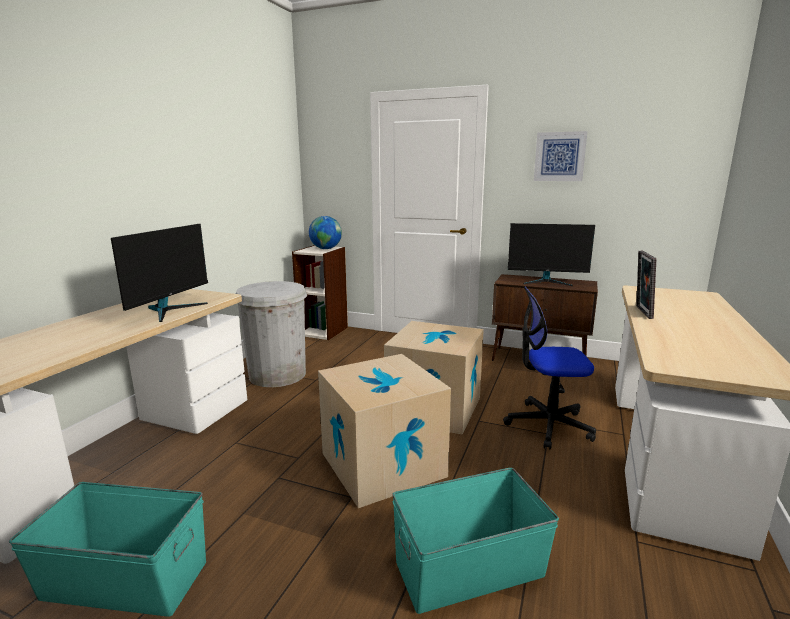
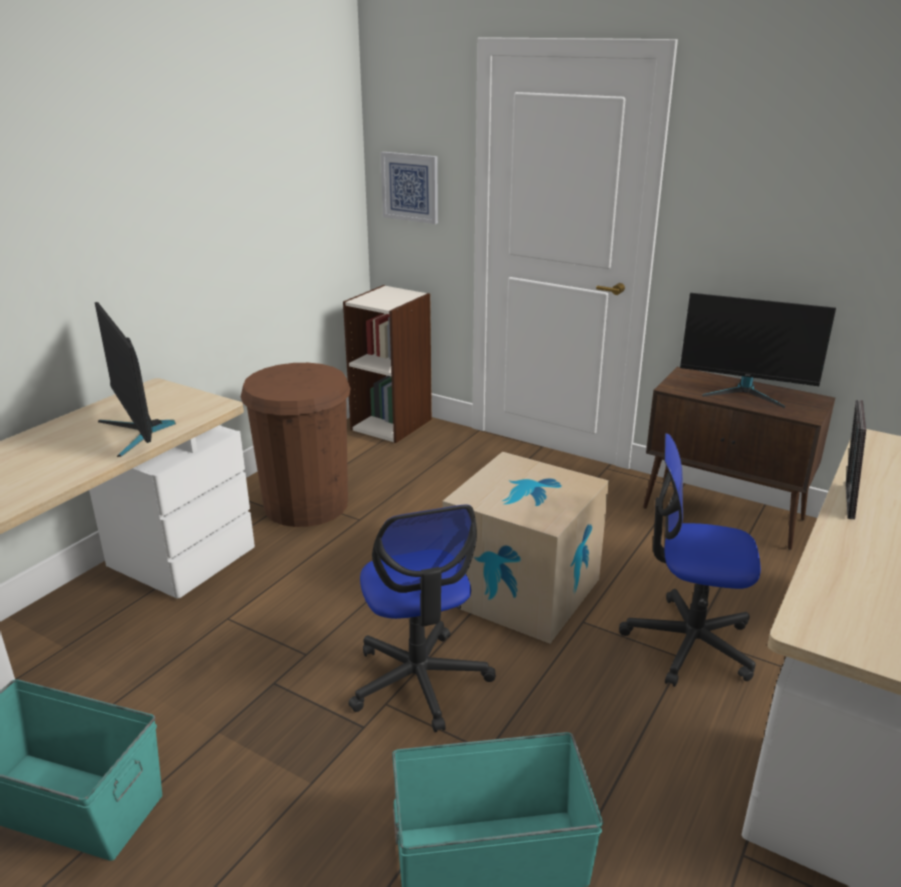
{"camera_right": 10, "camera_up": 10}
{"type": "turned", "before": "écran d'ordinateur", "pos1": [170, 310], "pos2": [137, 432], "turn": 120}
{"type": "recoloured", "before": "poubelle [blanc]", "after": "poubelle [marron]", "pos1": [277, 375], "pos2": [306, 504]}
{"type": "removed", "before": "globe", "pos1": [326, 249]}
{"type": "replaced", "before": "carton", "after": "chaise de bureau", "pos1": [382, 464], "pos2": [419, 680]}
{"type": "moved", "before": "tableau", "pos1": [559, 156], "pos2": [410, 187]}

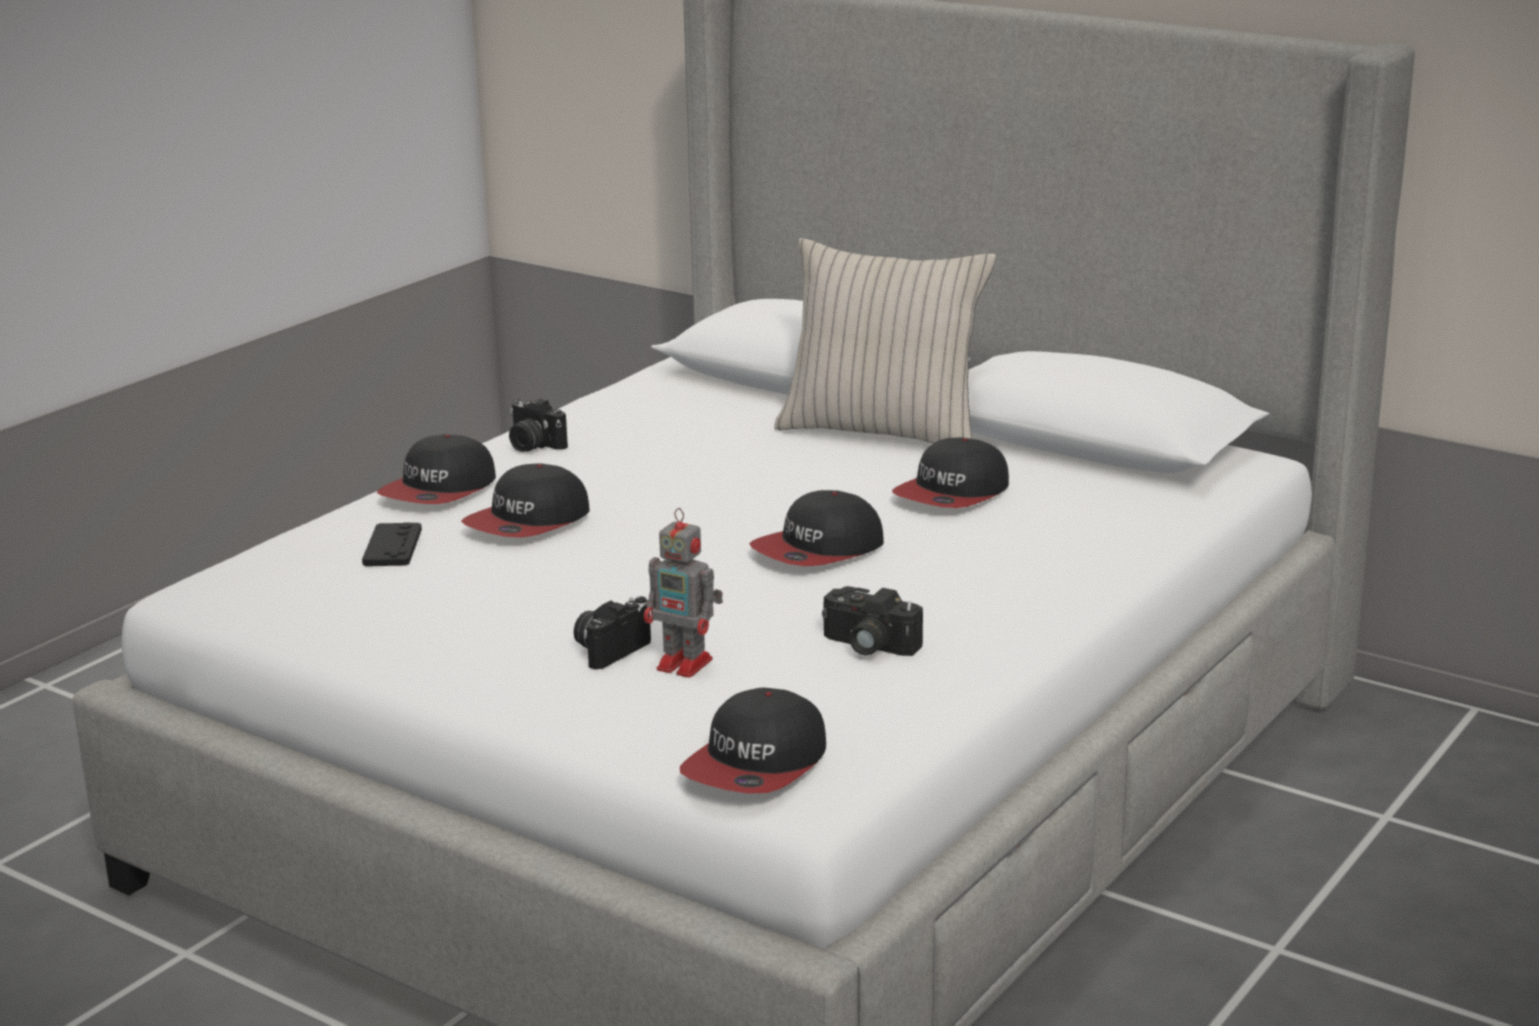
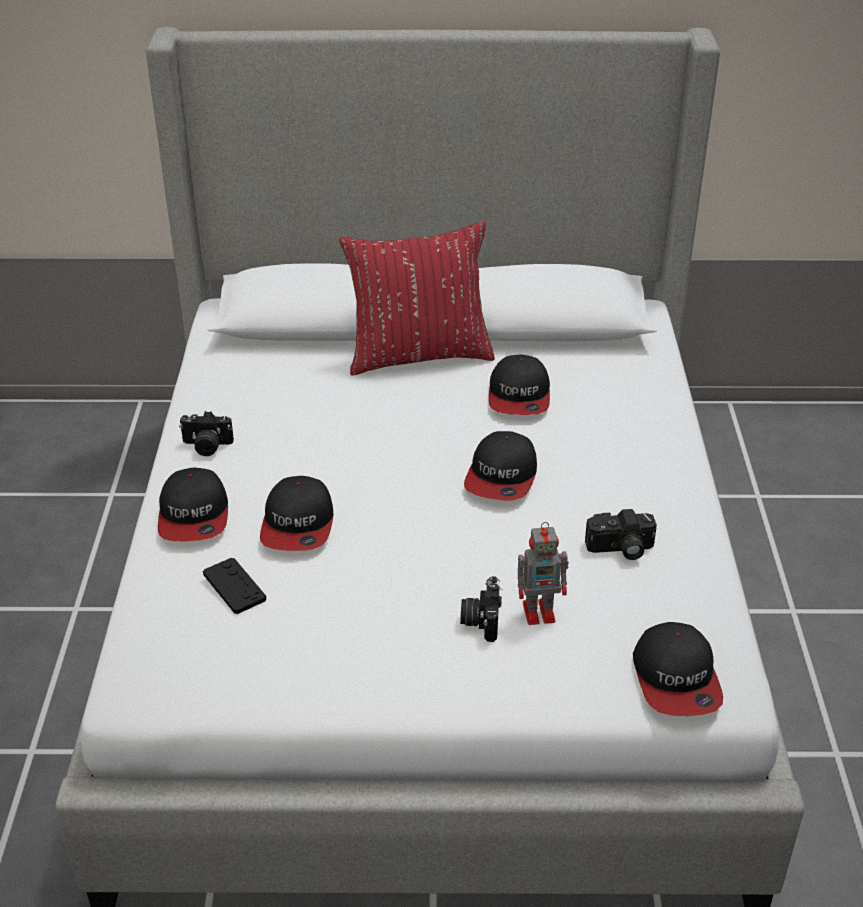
{"camera_right": -35, "camera_up": 15}
{"type": "recoloured", "before": "coussin [beige]", "after": "coussin [rouge]", "pos1": [883, 433], "pos2": [418, 355]}

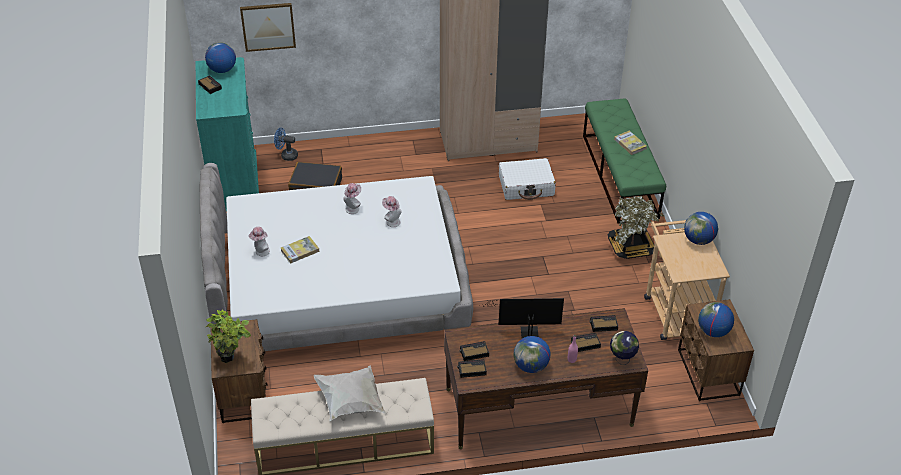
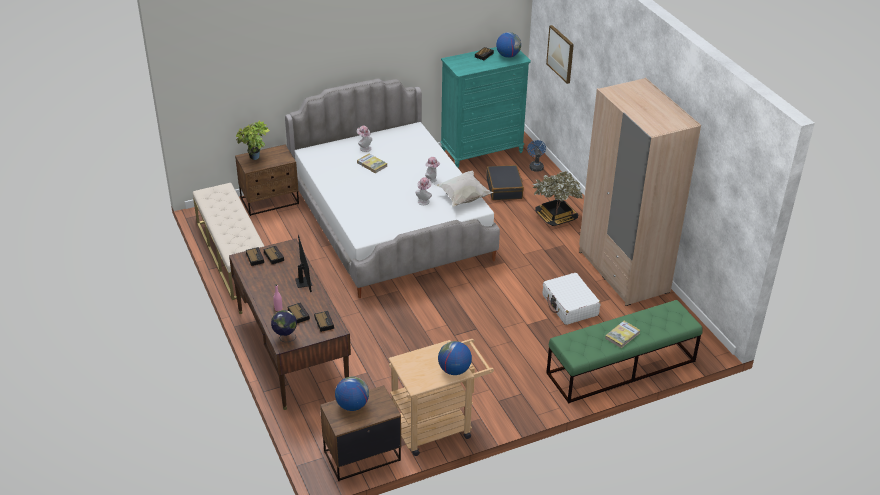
{"camera_right": 75, "camera_up": -5}
{"type": "moved", "before": "coussin [blanc]", "pos1": [351, 403], "pos2": [463, 198]}
{"type": "removed", "before": "globe", "pos1": [531, 366]}
{"type": "moved", "before": "plante en pot", "pos1": [631, 247], "pos2": [556, 217]}

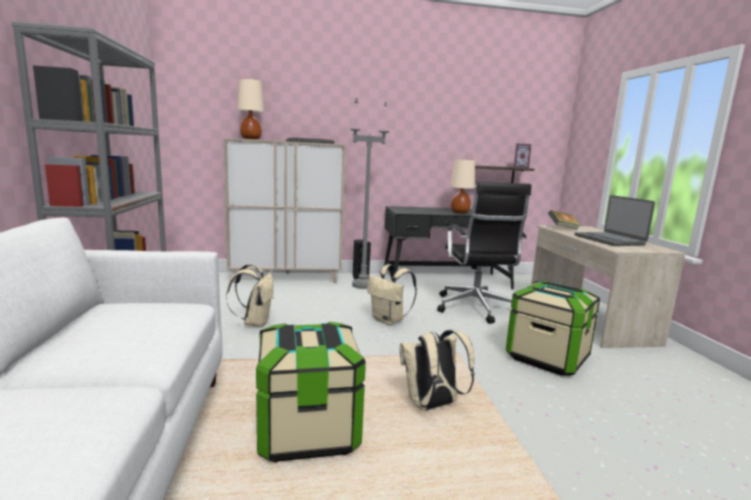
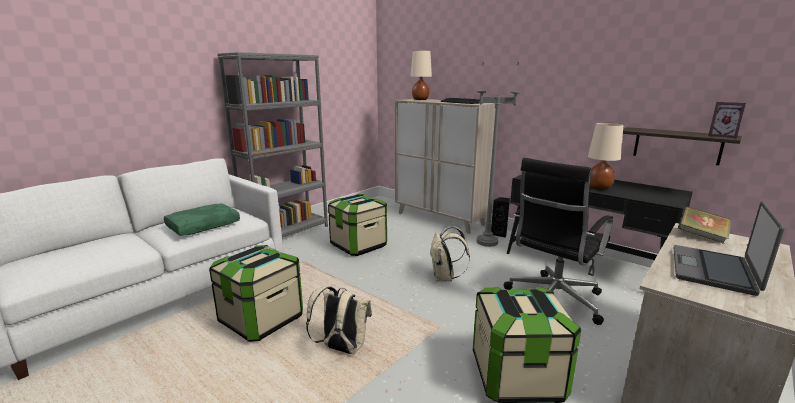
{"camera_right": 50, "camera_up": 5}
{"type": "replaced", "before": "sac à dos [beige]", "after": "boîte de rangement", "pos1": [255, 323], "pos2": [358, 245]}
{"type": "added", "after": "coussin [vert]", "pos2": [203, 226]}

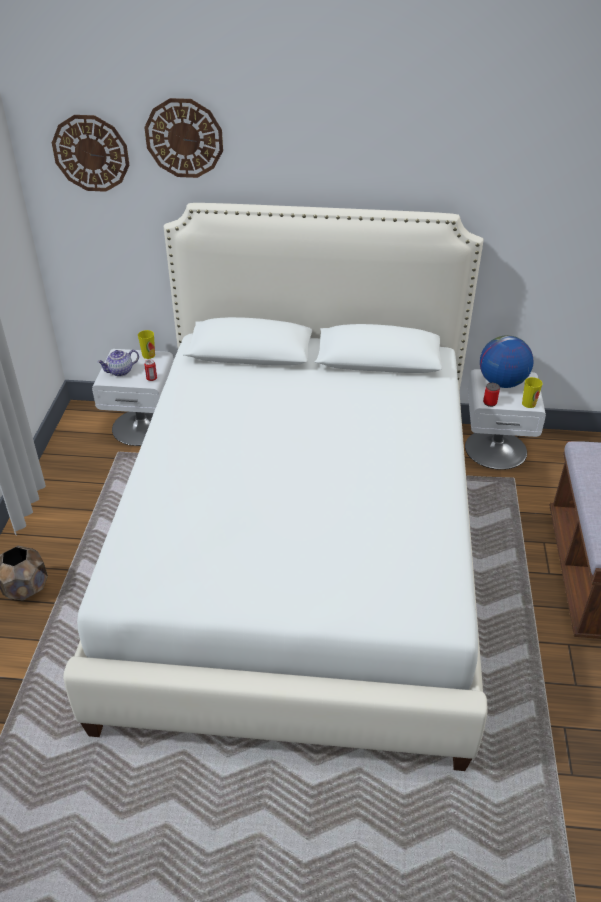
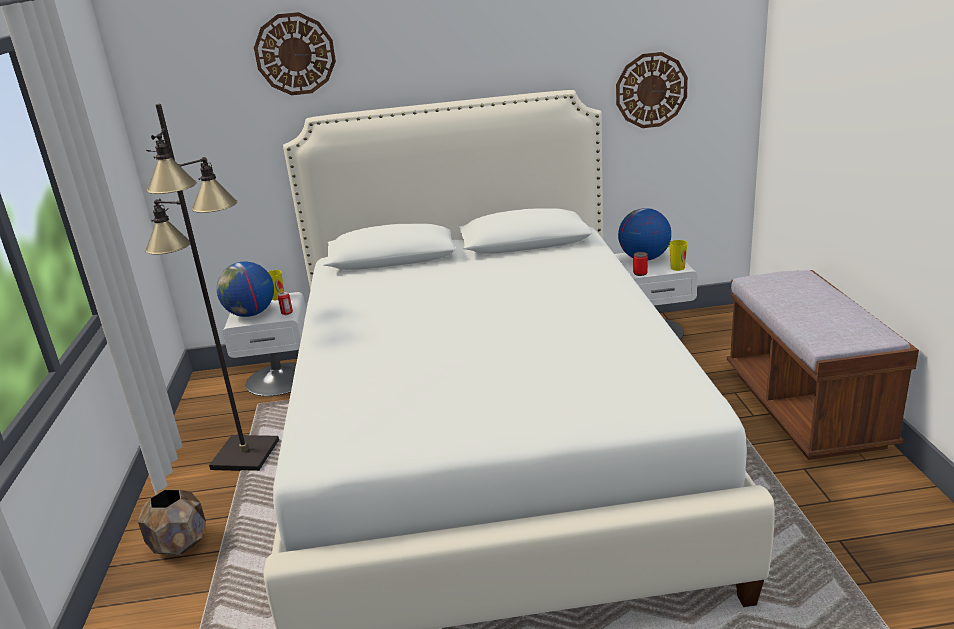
{"camera_right": -10, "camera_up": -15}
{"type": "moved", "before": "horloge murale", "pos1": [91, 153], "pos2": [651, 90]}
{"type": "replaced", "before": "théière", "after": "globe", "pos1": [120, 372], "pos2": [251, 314]}
{"type": "added", "after": "lampadaire [noir]", "pos2": [244, 455]}

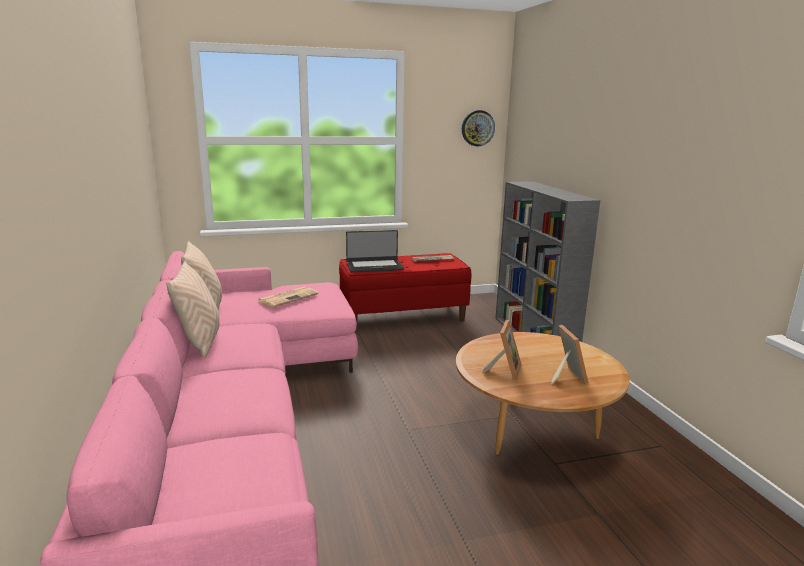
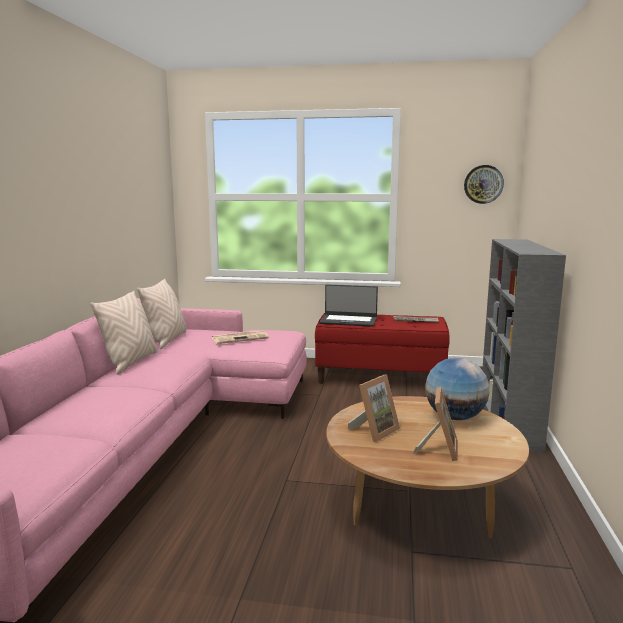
{"camera_right": 25, "camera_up": -5}
{"type": "added", "after": "globe", "pos2": [454, 417]}

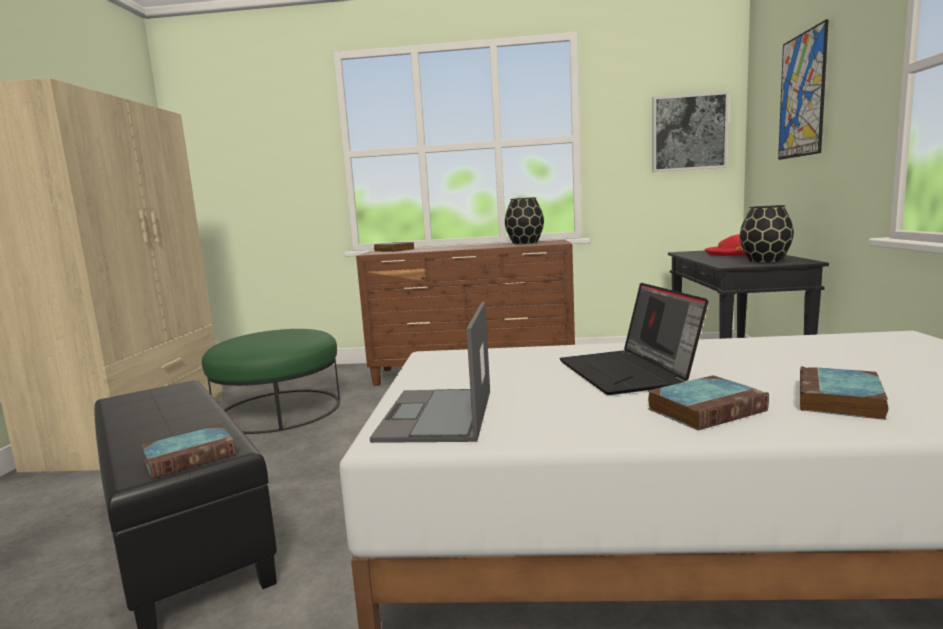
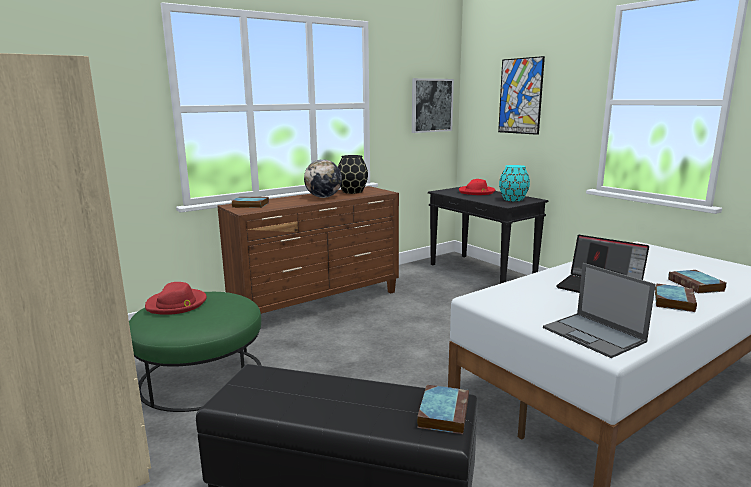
{"camera_right": -40, "camera_up": 5}
{"type": "recoloured", "before": "vase [noir]", "after": "vase [turquoise]", "pos1": [764, 260], "pos2": [512, 199]}
{"type": "added", "after": "chapeau [rouge]", "pos2": [177, 304]}
{"type": "added", "after": "globe", "pos2": [323, 197]}

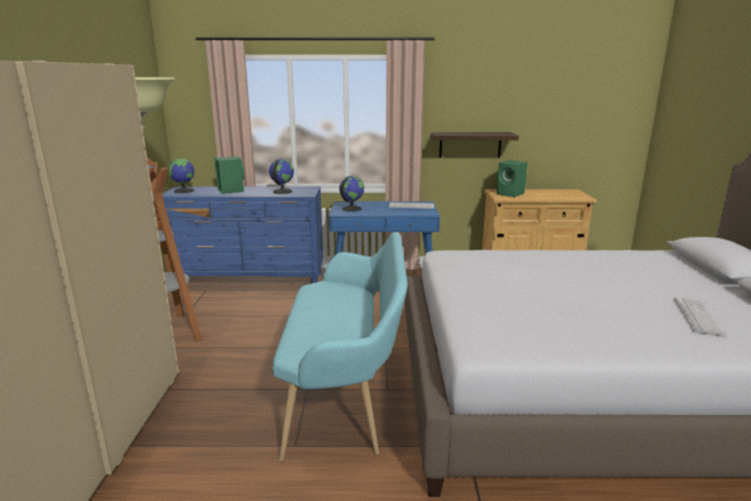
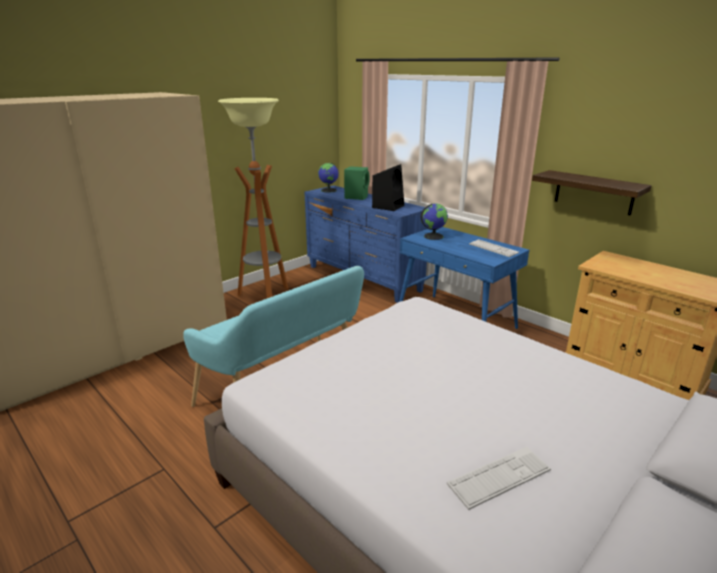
{"camera_right": 45, "camera_up": 5}
{"type": "replaced", "before": "globe", "after": "enceinte [noir]", "pos1": [282, 191], "pos2": [388, 206]}
{"type": "removed", "before": "enceinte [vert]", "pos1": [511, 194]}

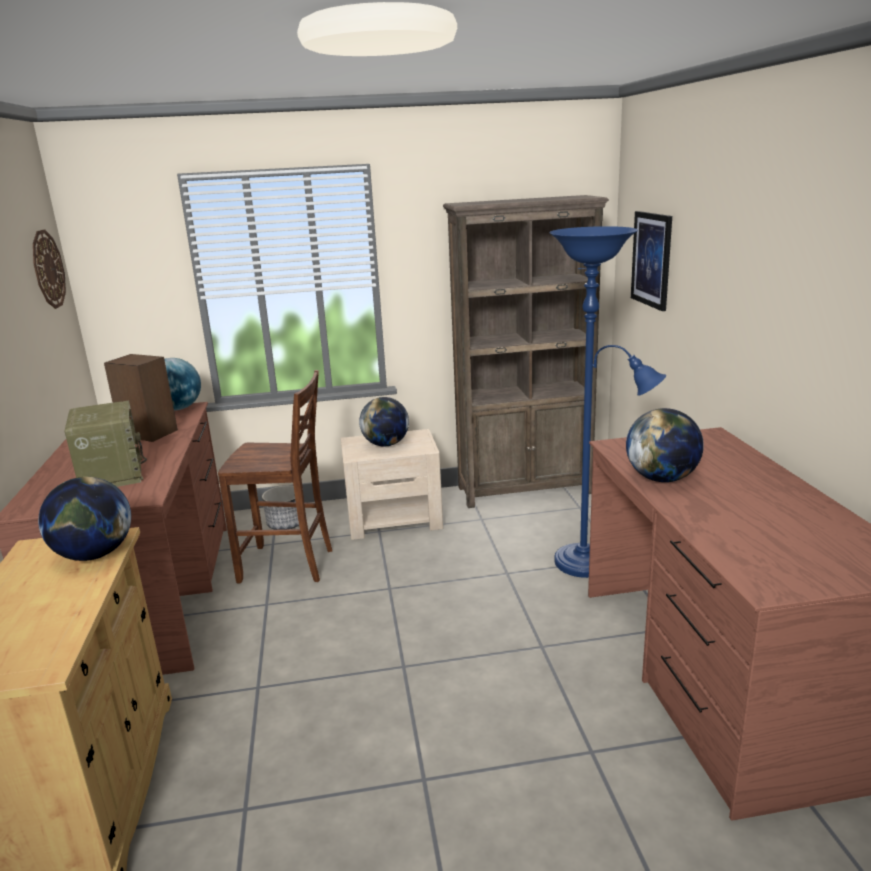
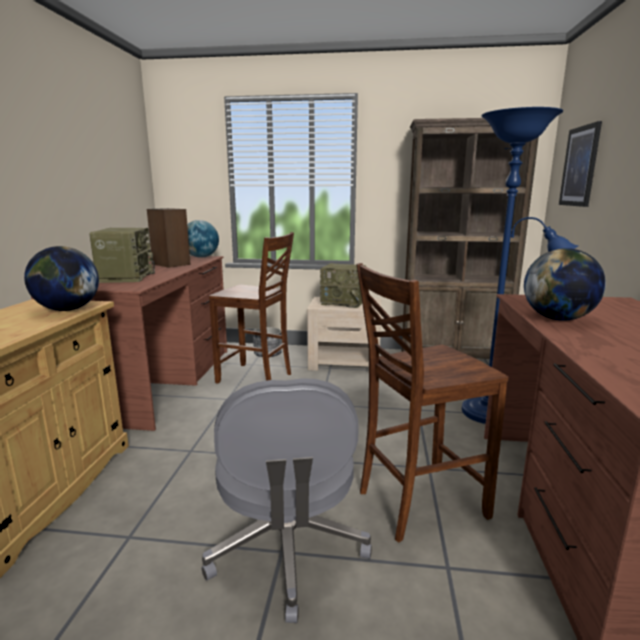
{"camera_right": 15, "camera_up": -5}
{"type": "removed", "before": "horloge murale", "pos1": [48, 269]}
{"type": "replaced", "before": "globe", "after": "radio", "pos1": [386, 444], "pos2": [344, 302]}
{"type": "added", "after": "chaise de bureau [gris]", "pos2": [287, 549]}
{"type": "added", "after": "chaise [marron]", "pos2": [418, 503]}

